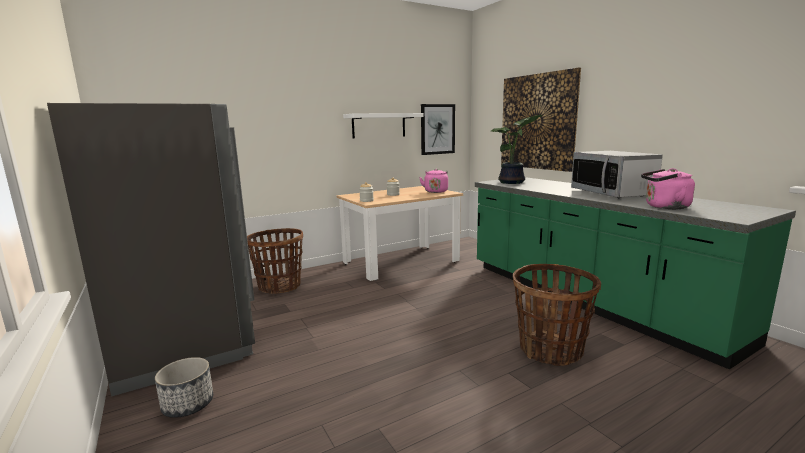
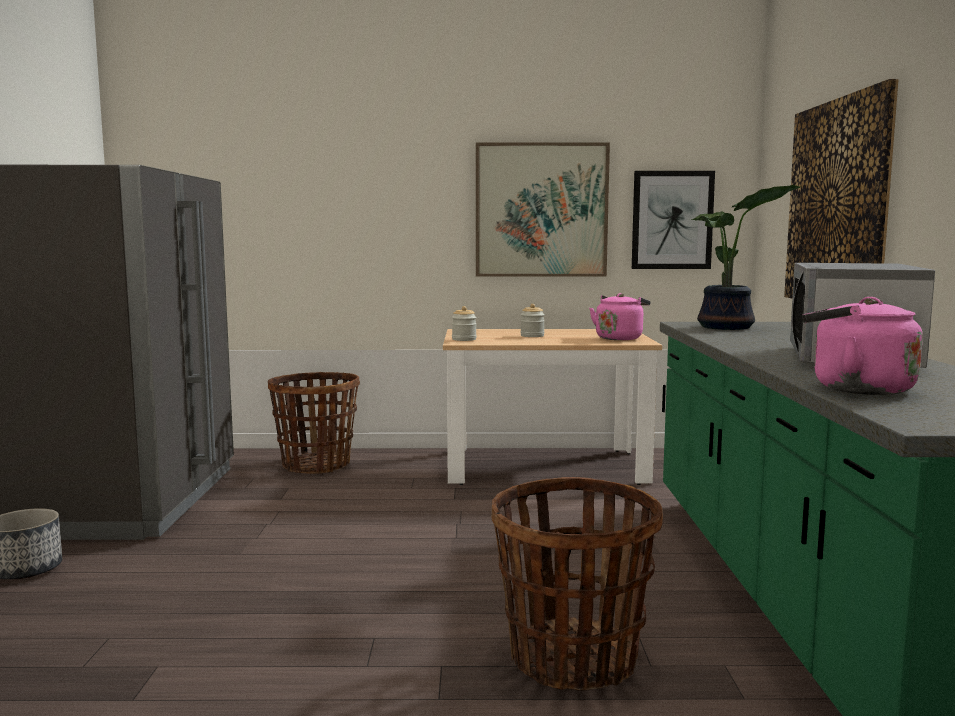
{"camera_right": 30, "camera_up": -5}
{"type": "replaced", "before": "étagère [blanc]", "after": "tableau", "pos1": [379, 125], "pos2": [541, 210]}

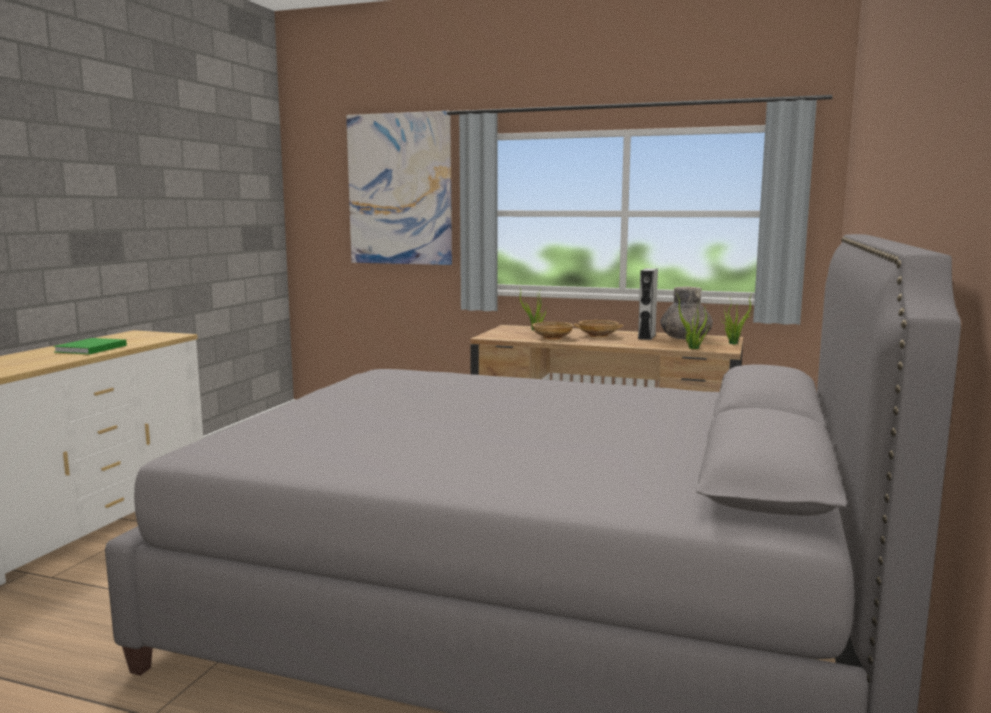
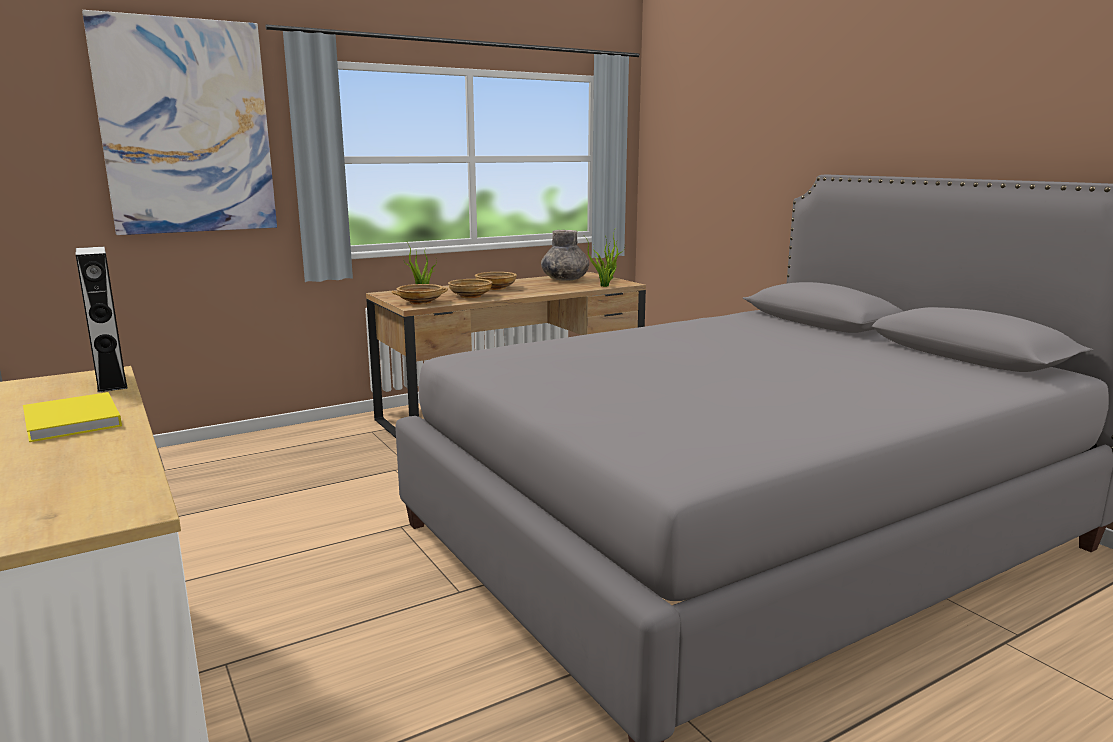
{"camera_right": -50, "camera_up": 5}
{"type": "recoloured", "before": "livre [vert]", "after": "livre [jaune]", "pos1": [89, 349], "pos2": [72, 421]}
{"type": "moved", "before": "enceinte [gris]", "pos1": [646, 336], "pos2": [111, 382]}
{"type": "added", "after": "bol [beige]", "pos2": [421, 302]}

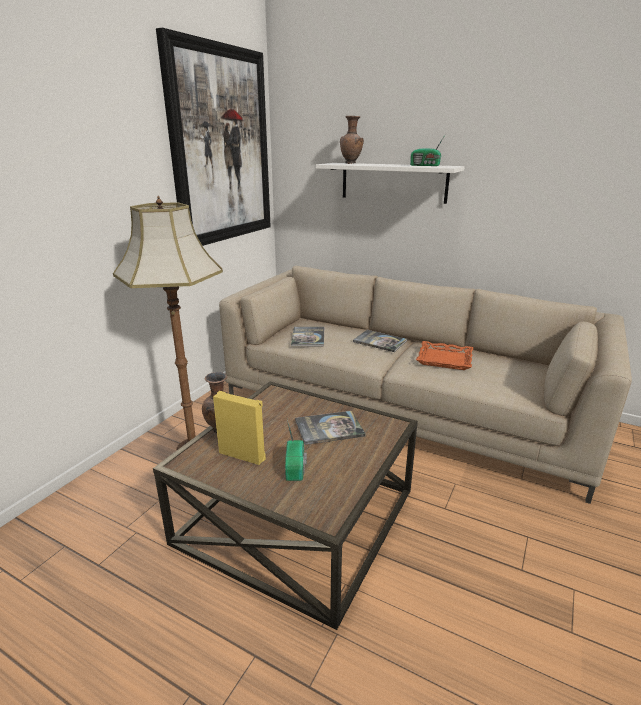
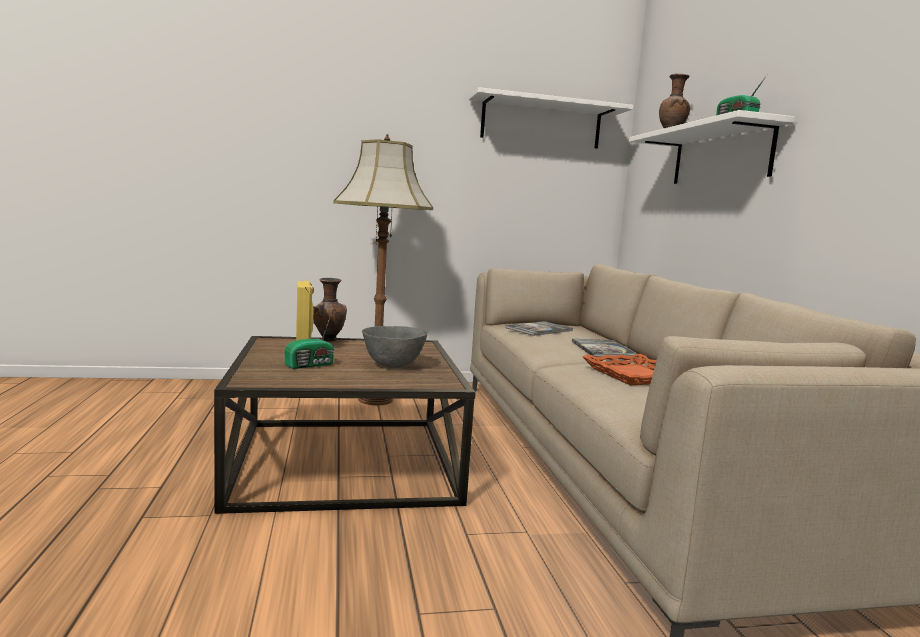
{"camera_right": 50, "camera_up": -15}
{"type": "replaced", "before": "tableau", "after": "étagère [blanc]", "pos1": [221, 147], "pos2": [541, 123]}
{"type": "replaced", "before": "livre", "after": "bol [gris]", "pos1": [329, 428], "pos2": [392, 366]}

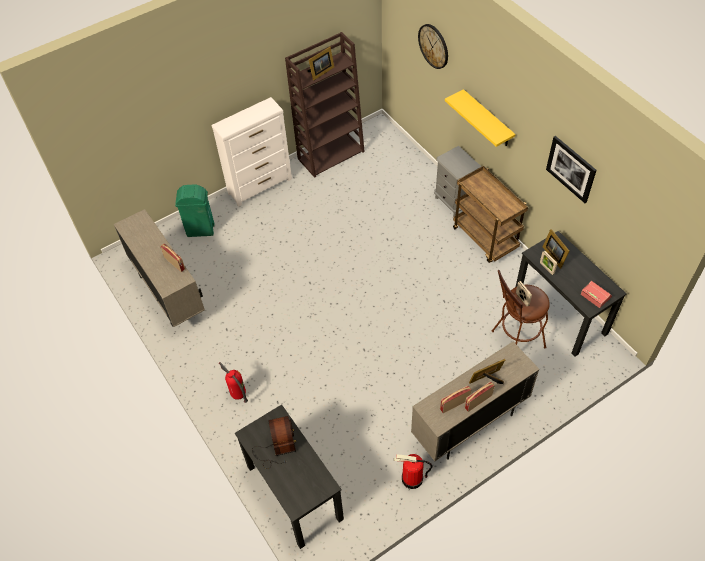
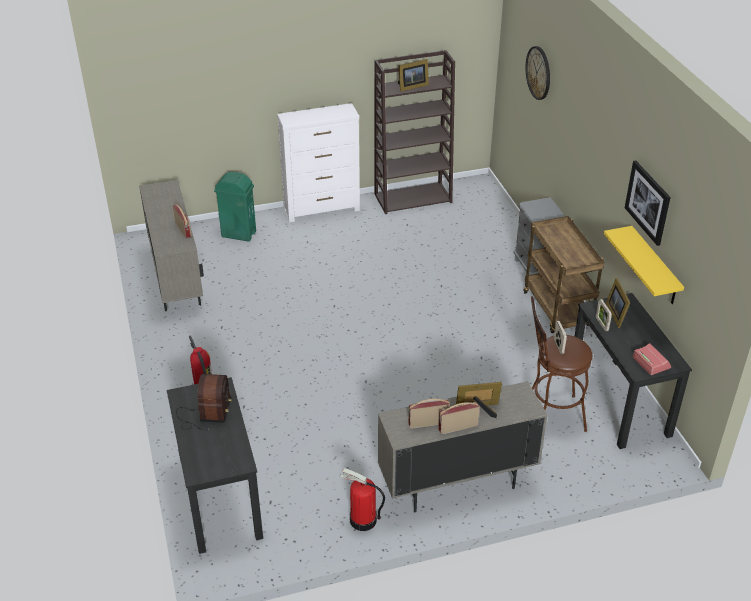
{"camera_right": 15, "camera_up": -15}
{"type": "moved", "before": "étagère [jaune]", "pos1": [487, 119], "pos2": [654, 267]}

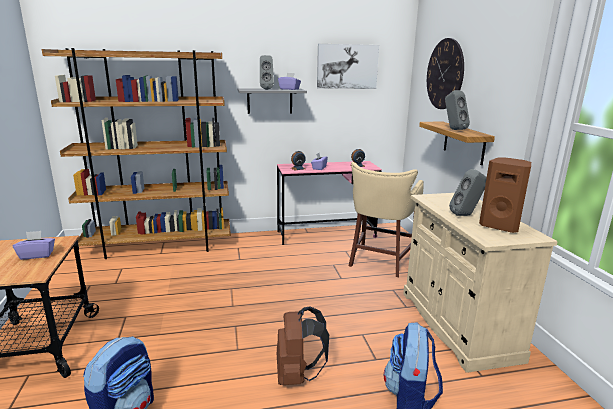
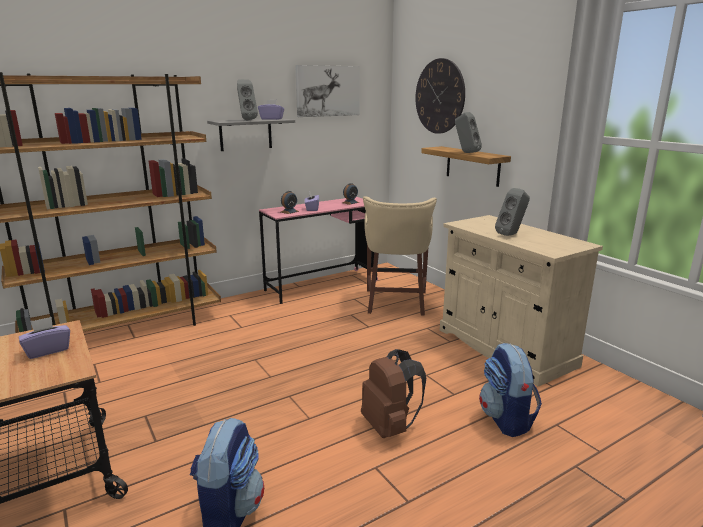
{"camera_right": -20, "camera_up": 0}
{"type": "removed", "before": "enceinte [marron]", "pos1": [500, 226]}

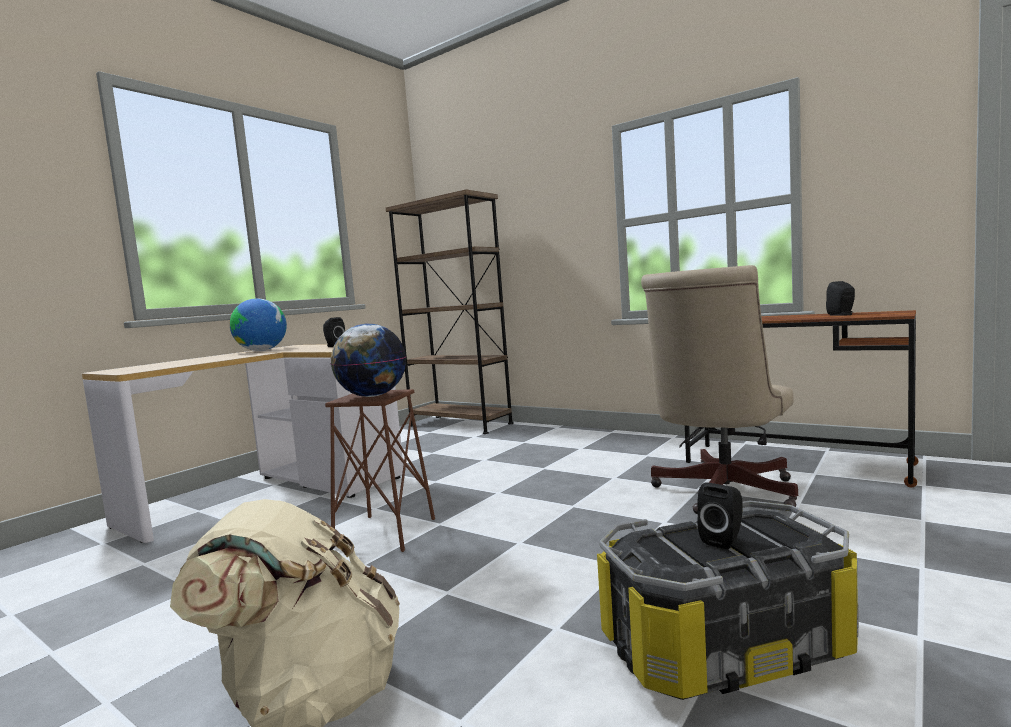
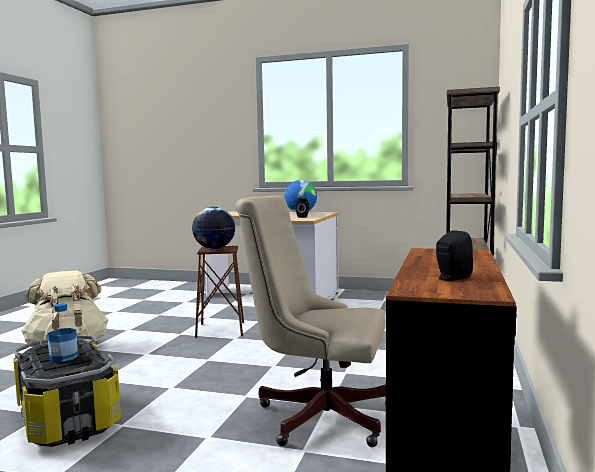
{"camera_right": 70, "camera_up": 0}
{"type": "replaced", "before": "enceinte [noir]", "after": "bouteille", "pos1": [723, 540], "pos2": [63, 357]}

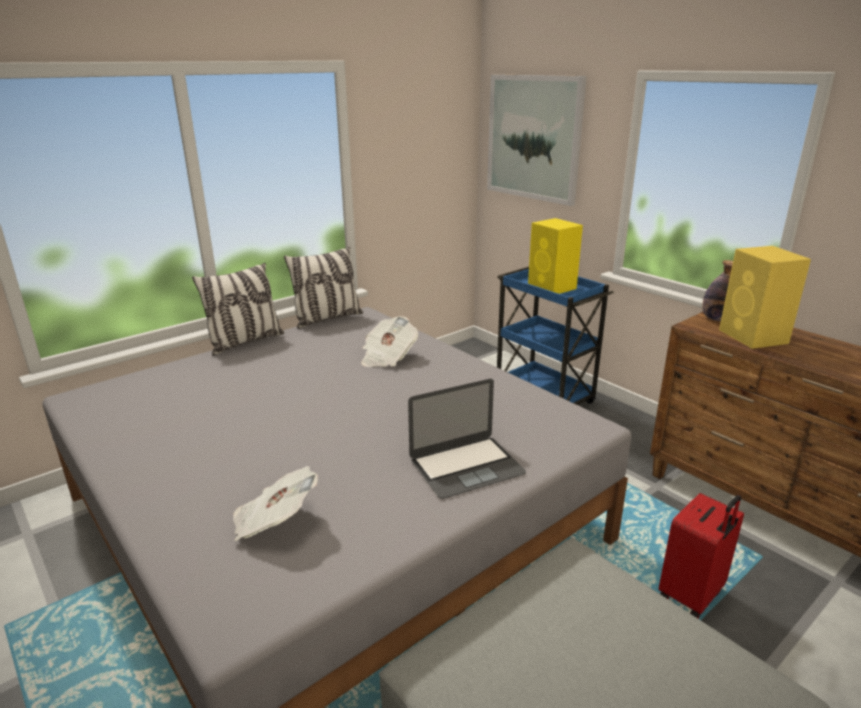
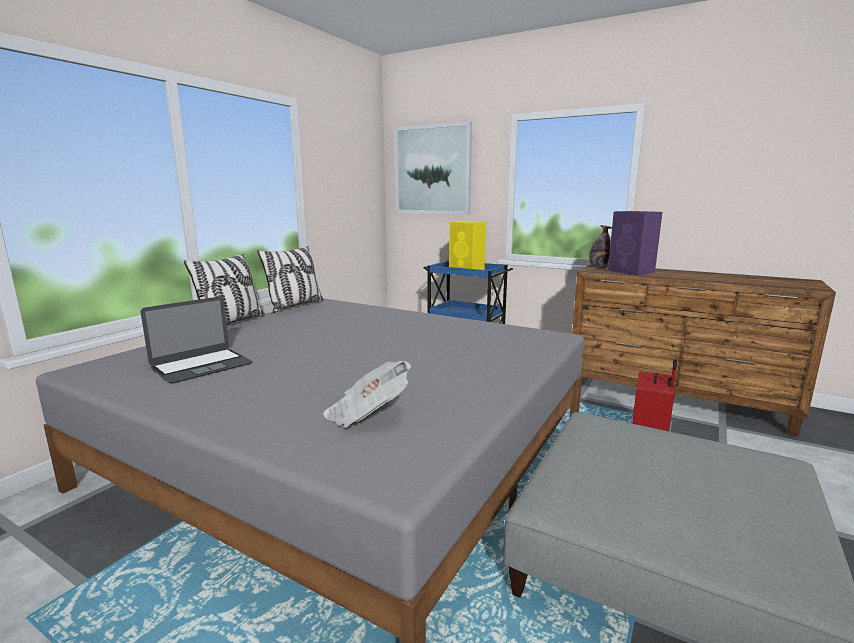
{"camera_right": -20, "camera_up": -10}
{"type": "removed", "before": "journal", "pos1": [387, 357]}
{"type": "moved", "before": "ordinateur portable", "pos1": [466, 466], "pos2": [202, 365]}
{"type": "recoloured", "before": "enceinte [jaune]", "after": "enceinte [violet]", "pos1": [754, 337], "pos2": [632, 271]}

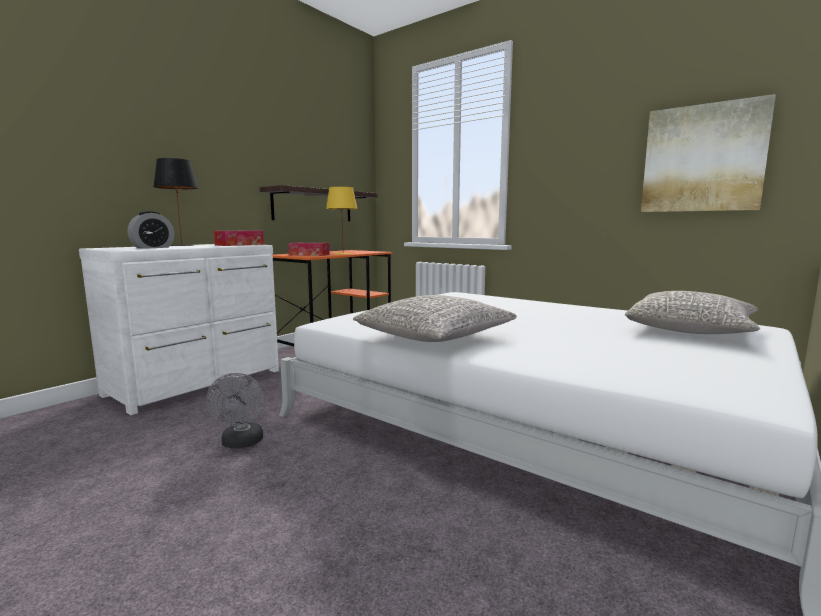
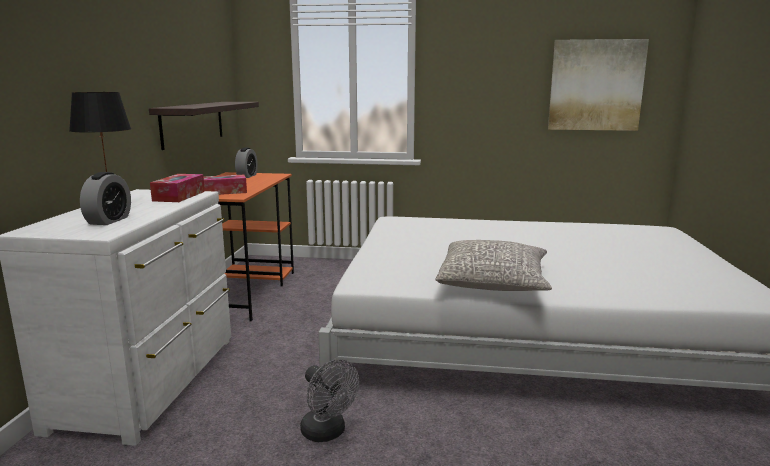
{"camera_right": -30, "camera_up": 5}
{"type": "removed", "before": "lampe de table [jaune]", "pos1": [343, 253]}
{"type": "removed", "before": "coussin [gris]", "pos1": [690, 330]}
{"type": "added", "after": "réveil", "pos2": [247, 176]}

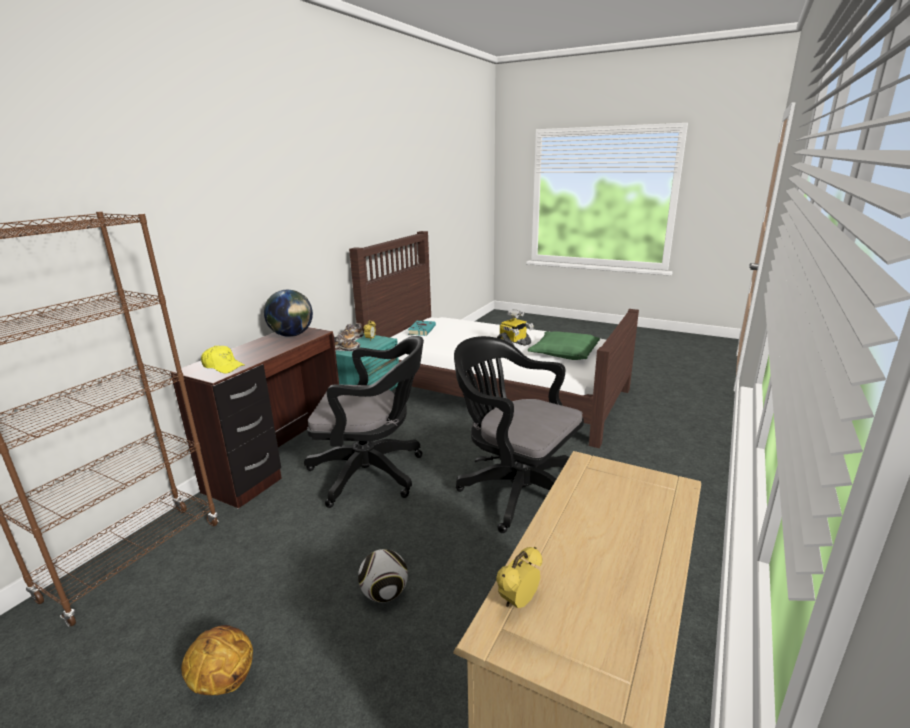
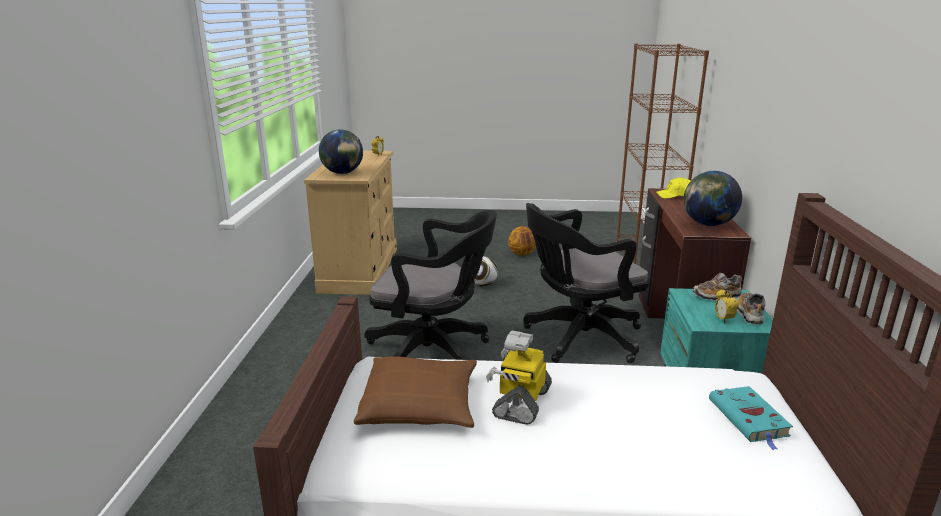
{"camera_right": 155, "camera_up": 0}
{"type": "recoloured", "before": "coussin [vert]", "after": "coussin [marron]", "pos1": [563, 352], "pos2": [420, 404]}
{"type": "added", "after": "globe", "pos2": [342, 173]}

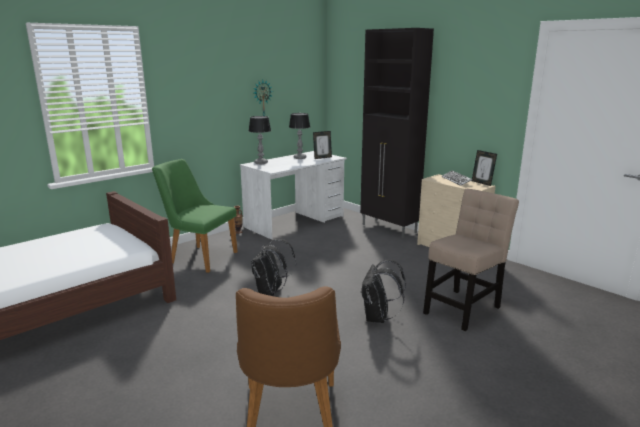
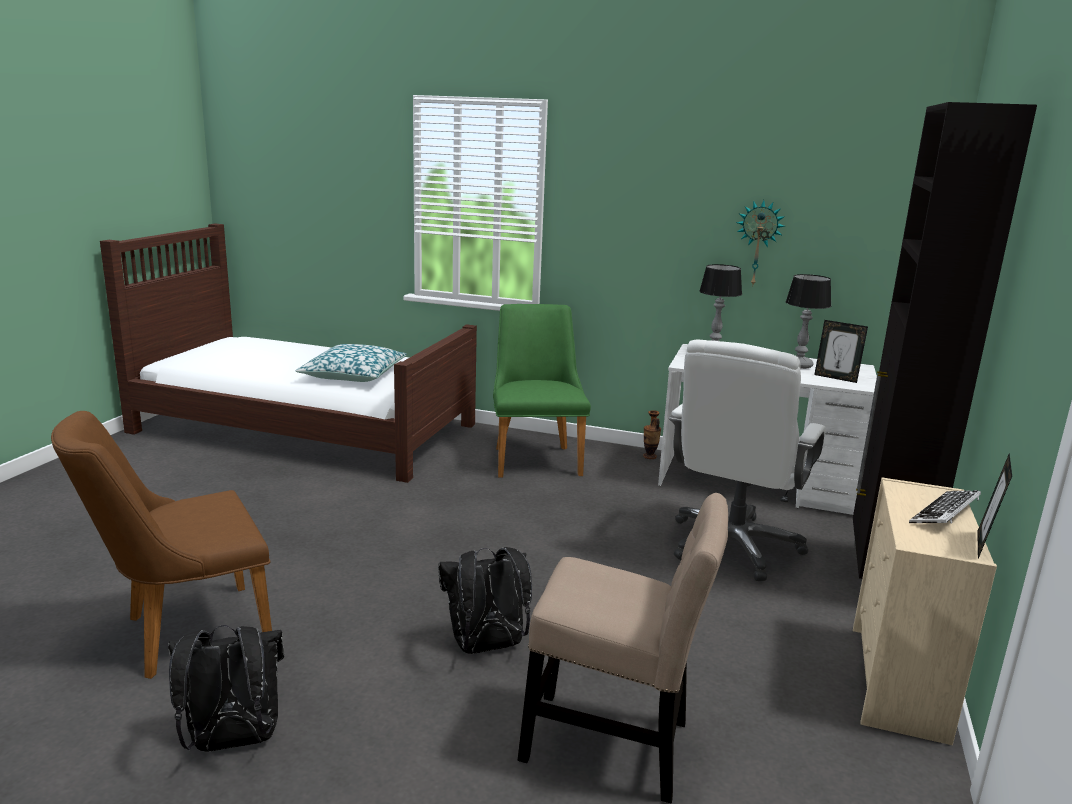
{"camera_right": 60, "camera_up": 0}
{"type": "moved", "before": "sac à dos [noir]", "pos1": [271, 292], "pos2": [232, 742]}
{"type": "added", "after": "coussin", "pos2": [353, 375]}
{"type": "added", "after": "chaise de bureau [blanc]", "pos2": [733, 546]}

